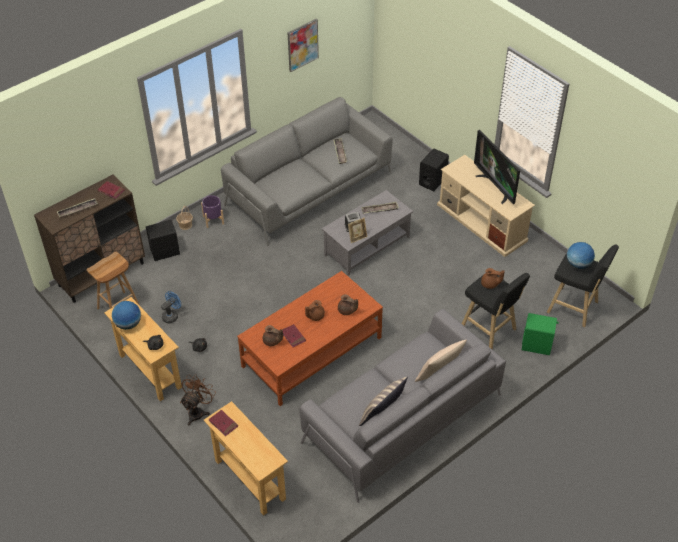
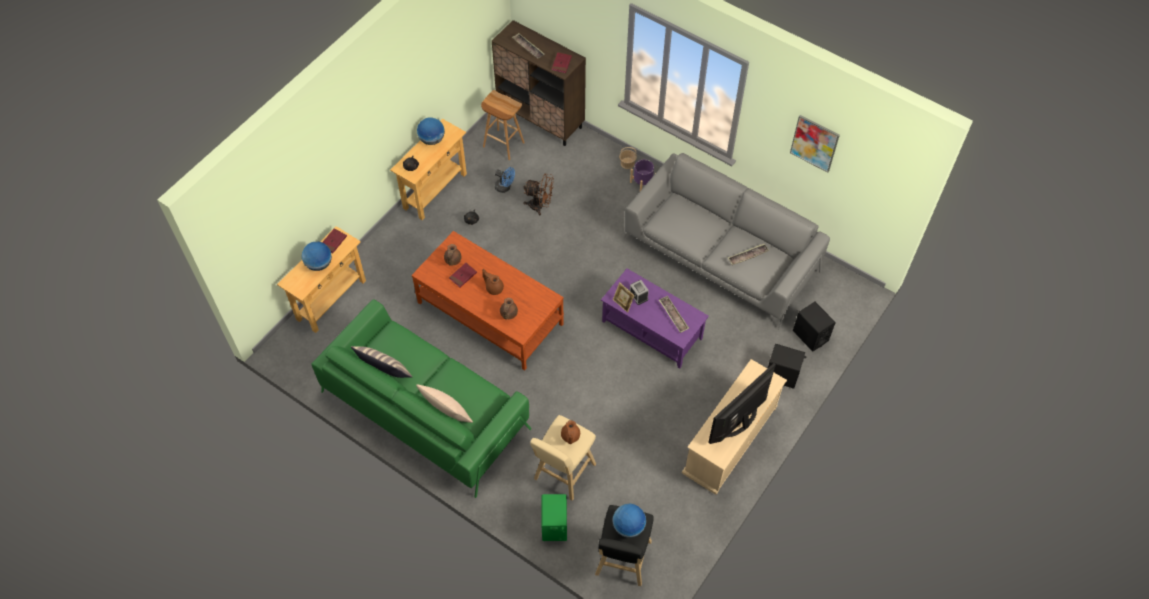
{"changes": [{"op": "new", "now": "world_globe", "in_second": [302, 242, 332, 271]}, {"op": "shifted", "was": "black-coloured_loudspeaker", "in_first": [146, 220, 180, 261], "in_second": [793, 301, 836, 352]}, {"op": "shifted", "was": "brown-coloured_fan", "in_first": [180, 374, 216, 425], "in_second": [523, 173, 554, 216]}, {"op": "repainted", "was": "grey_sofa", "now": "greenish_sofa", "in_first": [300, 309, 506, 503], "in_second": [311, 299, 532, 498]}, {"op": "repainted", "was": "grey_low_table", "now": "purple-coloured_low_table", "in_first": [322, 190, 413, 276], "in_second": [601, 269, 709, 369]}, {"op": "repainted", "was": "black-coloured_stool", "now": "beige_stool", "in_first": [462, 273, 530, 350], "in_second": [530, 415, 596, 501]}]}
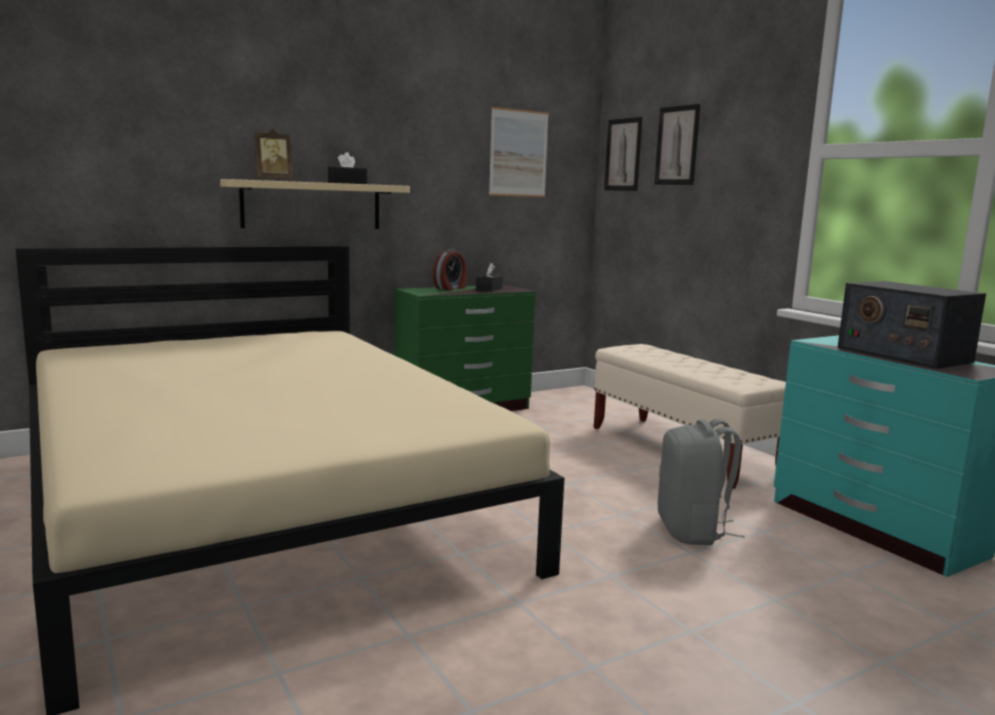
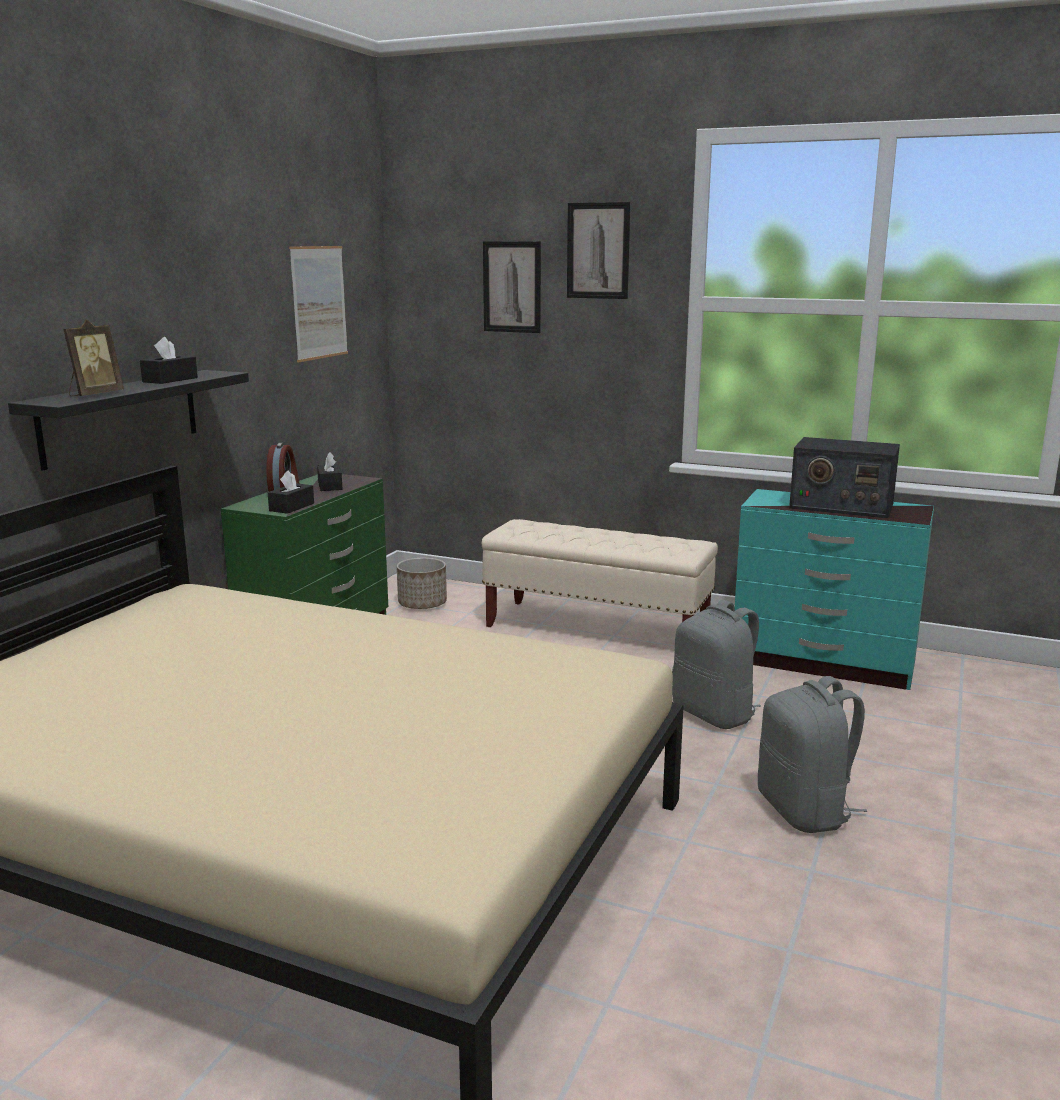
{"changes": [{"op": "new", "now": "black-coloured_tissue_box", "in_second": [268, 470, 314, 514]}, {"op": "new", "now": "planter", "in_second": [397, 558, 447, 609]}, {"op": "new", "now": "grey_knapsack", "in_second": [758, 676, 867, 833]}, {"op": "shifted", "was": "picture", "in_first": [604, 117, 642, 191], "in_second": [567, 202, 630, 299]}, {"op": "repainted", "was": "beige_bracket_shelf", "now": "black-coloured_bracket_shelf", "in_first": [220, 179, 410, 229], "in_second": [8, 370, 249, 471]}]}
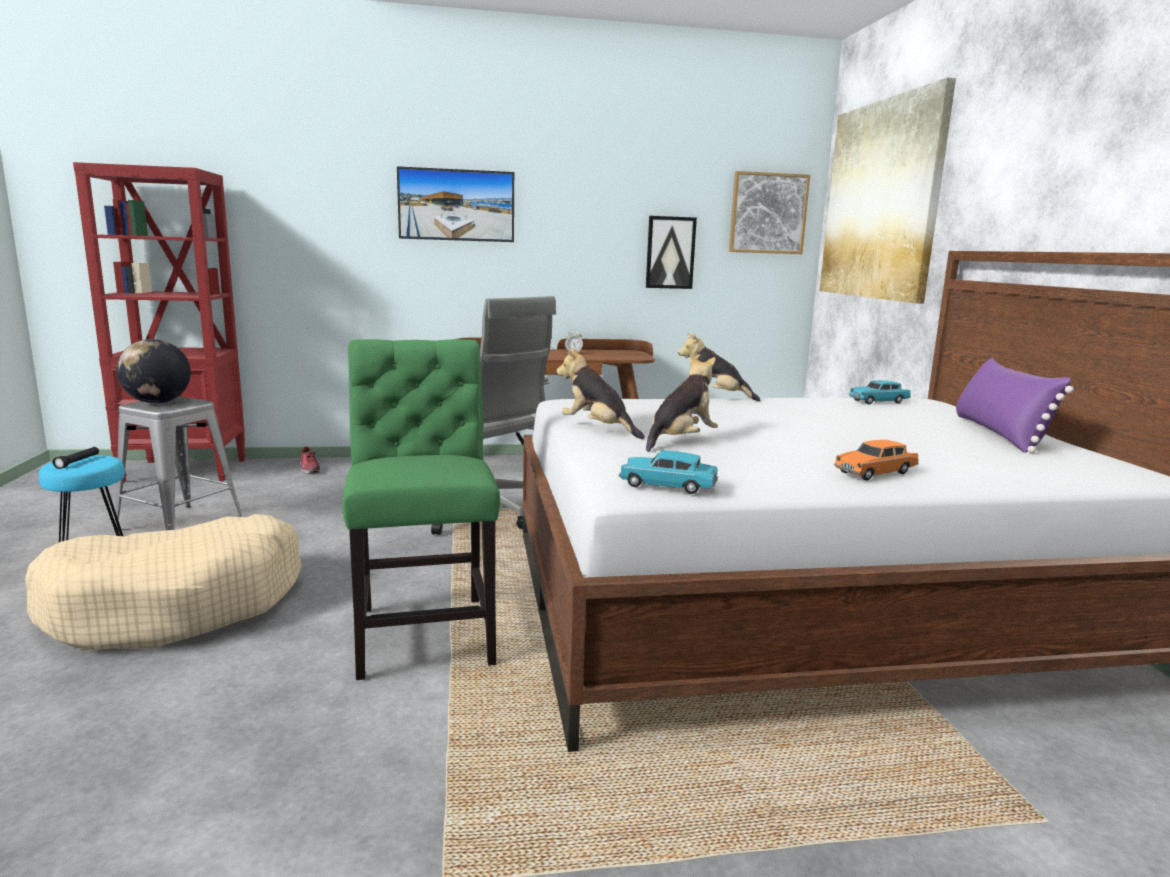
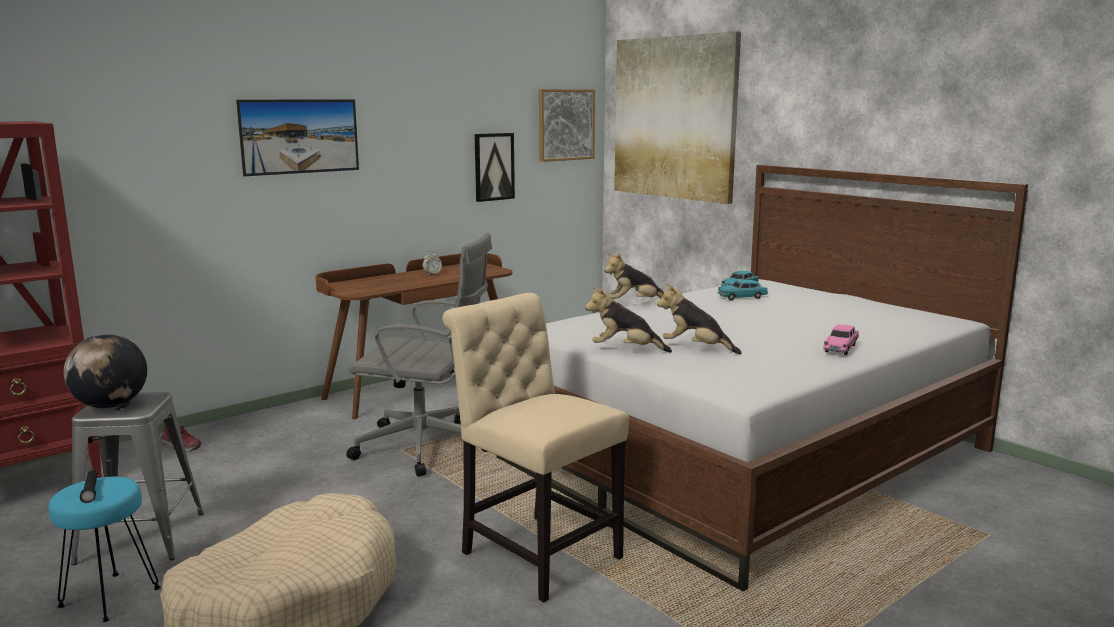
{"changes": [{"op": "gone", "was": "purple-coloured_pillow", "in_first": [956, 358, 1074, 453]}, {"op": "shifted", "was": "turquoise-coloured_model_car", "in_first": [618, 450, 718, 494], "in_second": [717, 280, 768, 300]}, {"op": "repainted", "was": "greenish_chair", "now": "beige_chair", "in_first": [342, 339, 500, 680], "in_second": [443, 293, 629, 603]}, {"op": "repainted", "was": "orange_model_car", "now": "pink-coloured_model_car", "in_first": [834, 440, 919, 481], "in_second": [823, 324, 859, 355]}, {"op": "rotated", "was": "soft_toy", "in_first": [646, 354, 718, 452], "in_second": [657, 283, 742, 354], "clockwise": -75}]}
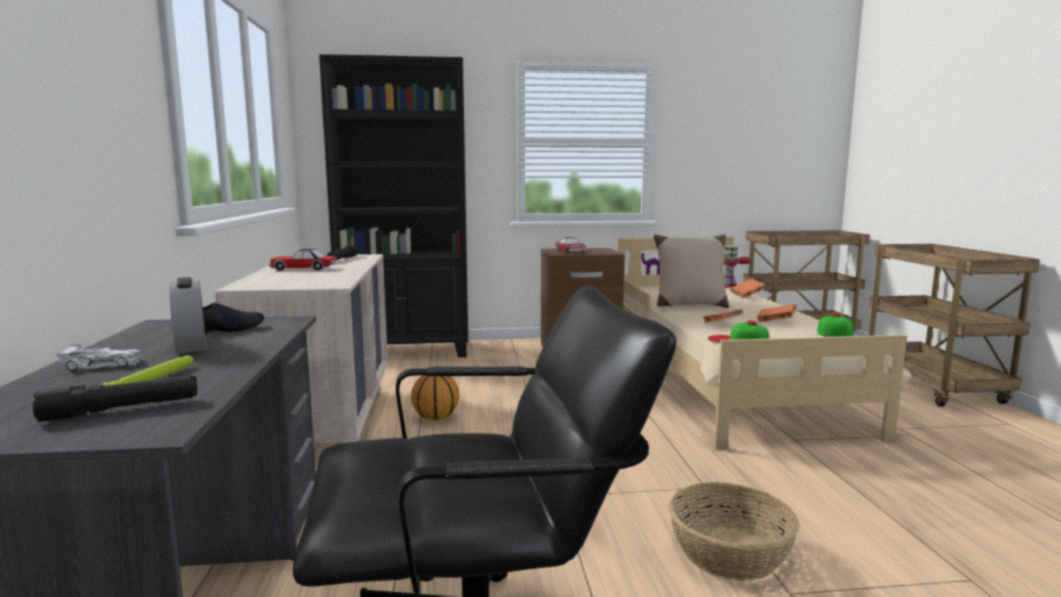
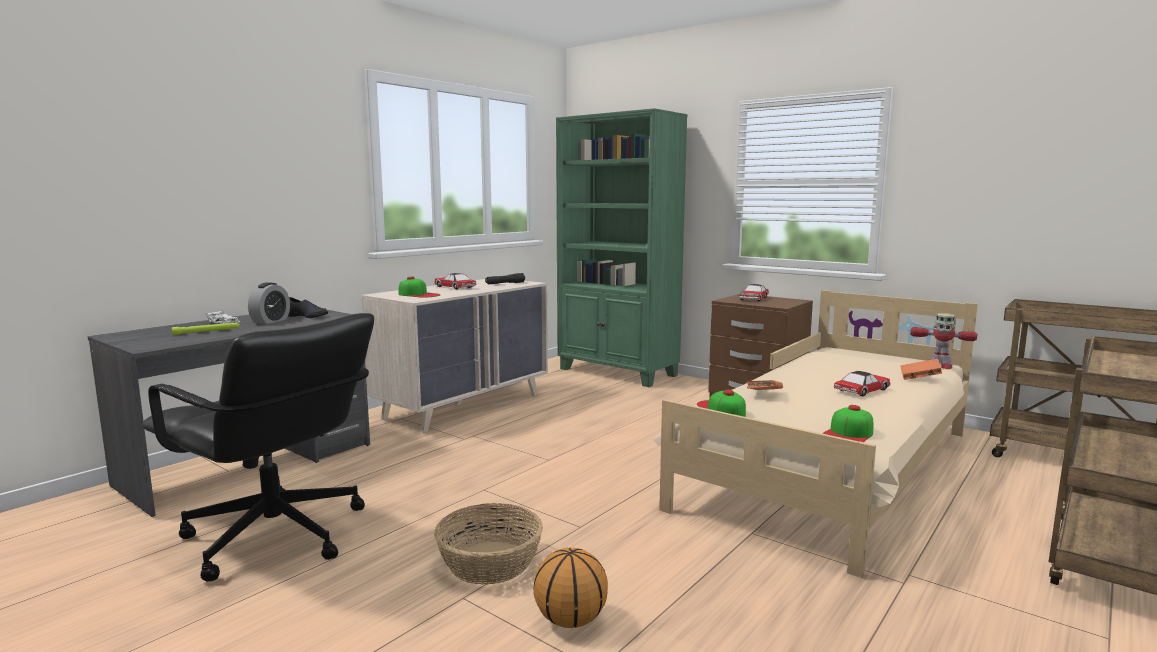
{"changes": [{"op": "gone", "was": "black-coloured_hand_torch", "in_first": [33, 375, 197, 422]}, {"op": "gone", "was": "beige_pillow", "in_first": [654, 234, 729, 308]}, {"op": "gone", "was": "orange_bound_book", "in_first": [757, 304, 797, 322]}, {"op": "new", "now": "peaked_cap", "in_second": [398, 277, 440, 298]}, {"op": "new", "now": "model_car", "in_second": [834, 371, 891, 397]}, {"op": "shifted", "was": "basketball", "in_first": [411, 375, 459, 420], "in_second": [533, 548, 608, 628]}, {"op": "repainted", "was": "black-coloured_shelving_unit", "now": "greenish_shelving_unit", "in_first": [319, 54, 468, 357], "in_second": [556, 108, 688, 387]}]}
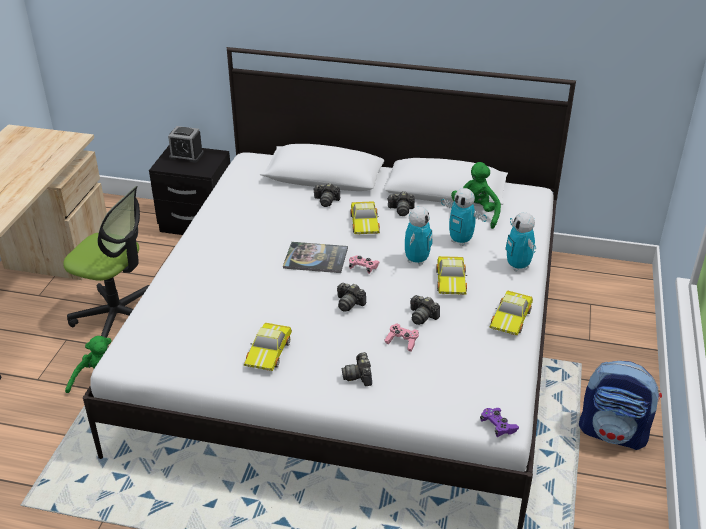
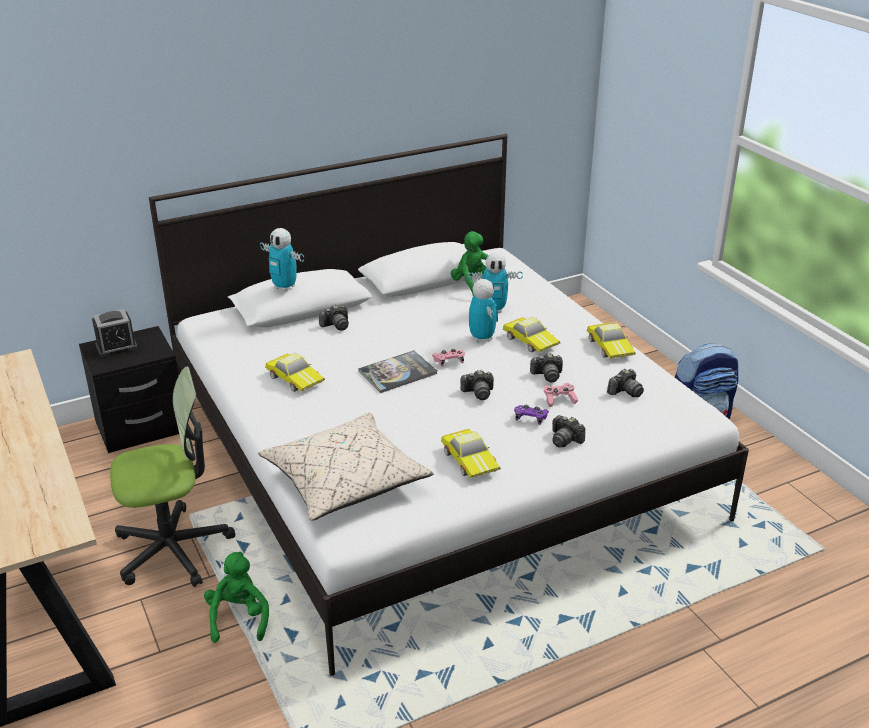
{"changes": [{"op": "new", "now": "beige_pillow", "in_second": [258, 413, 434, 521]}, {"op": "shifted", "was": "model_car", "in_first": [350, 201, 380, 234], "in_second": [266, 353, 325, 392]}, {"op": "shifted", "was": "photo_camera", "in_first": [387, 192, 415, 216], "in_second": [607, 369, 644, 398]}, {"op": "shifted", "was": "purple-coloured_joypad", "in_first": [480, 408, 519, 437], "in_second": [514, 405, 549, 425]}, {"op": "shifted", "was": "toy_robot", "in_first": [505, 212, 536, 271], "in_second": [260, 228, 304, 291]}]}
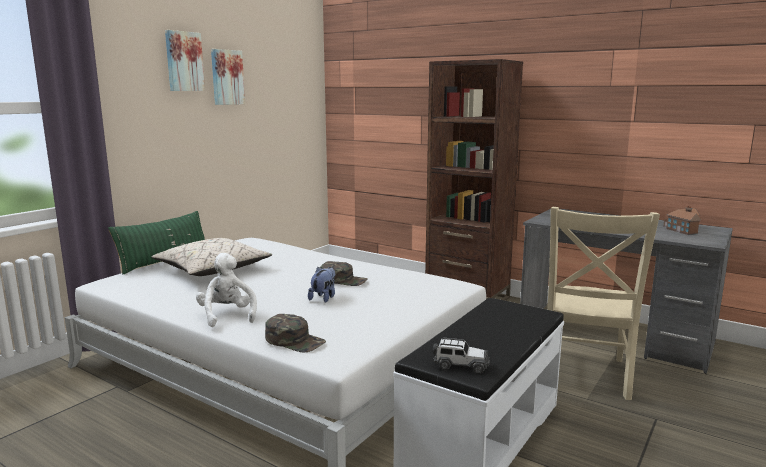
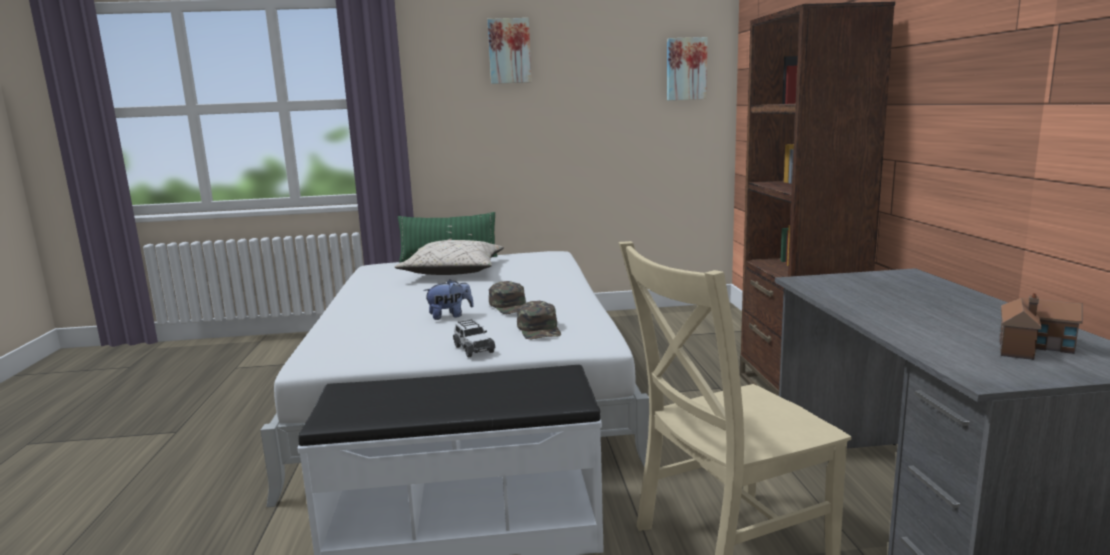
{"changes": [{"op": "gone", "was": "white-coloured_soft_toy", "in_first": [196, 253, 257, 327]}, {"op": "shifted", "was": "picture", "in_first": [211, 49, 245, 105], "in_second": [667, 37, 707, 101]}, {"op": "shifted", "was": "greenish_peaked_cap", "in_first": [265, 314, 326, 353], "in_second": [517, 301, 561, 339]}, {"op": "shifted", "was": "model_car", "in_first": [433, 338, 490, 374], "in_second": [453, 319, 496, 357]}]}
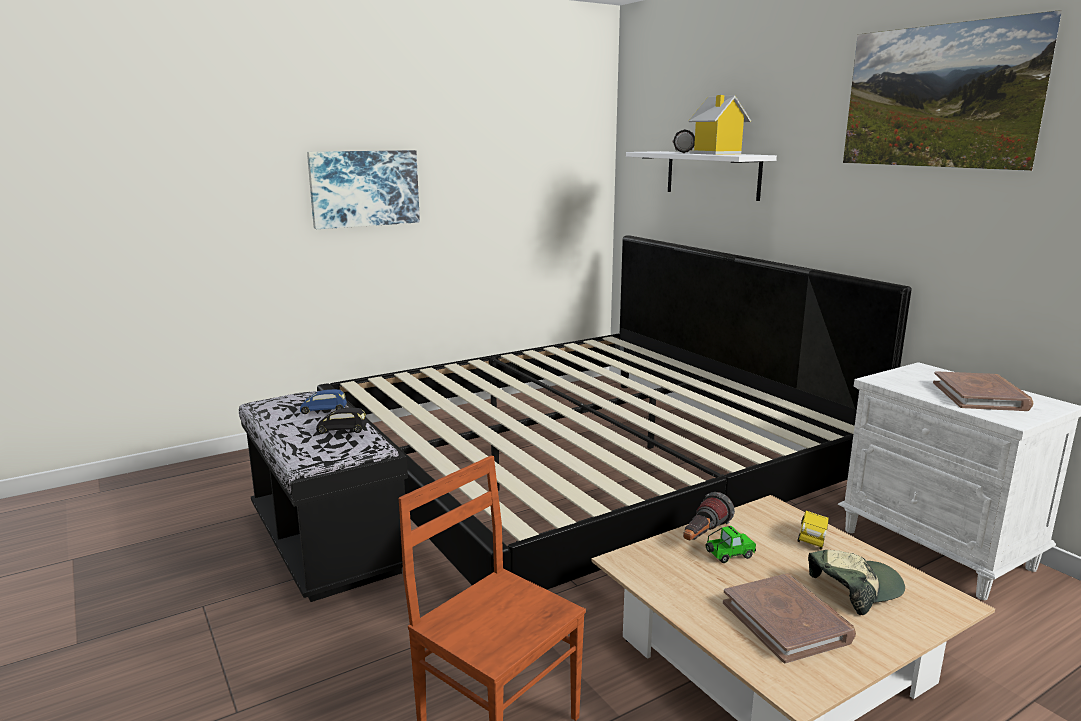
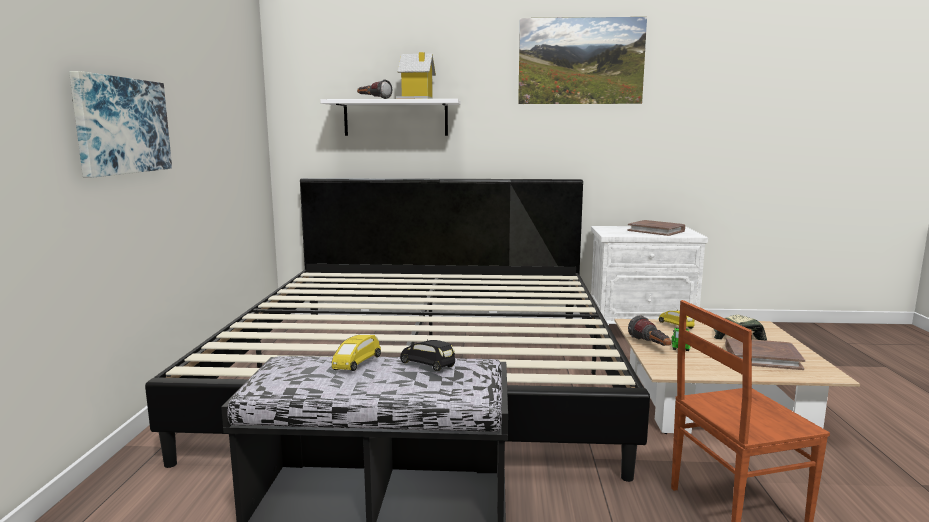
{"changes": [{"op": "repainted", "was": "blue_model_car", "now": "yellow-coloured_model_car", "in_first": [300, 389, 347, 414], "in_second": [332, 335, 381, 371]}, {"op": "rotated", "was": "black-coloured_model_car", "in_first": [316, 408, 367, 434], "in_second": [400, 340, 455, 371], "clockwise": 90}]}
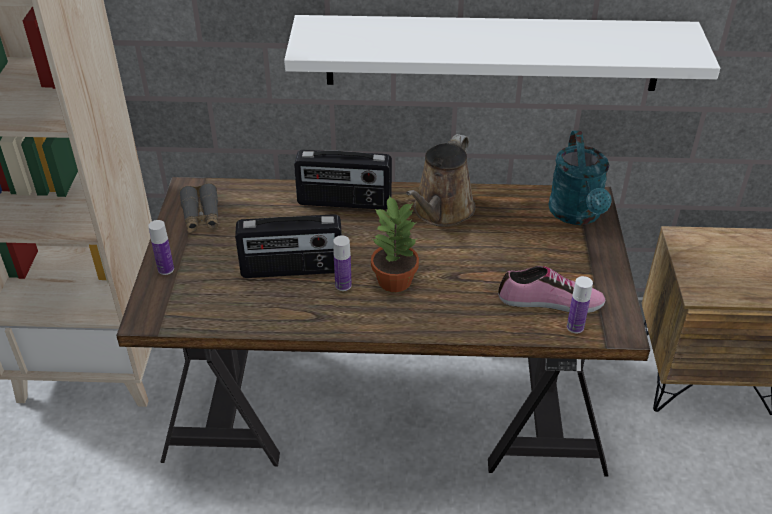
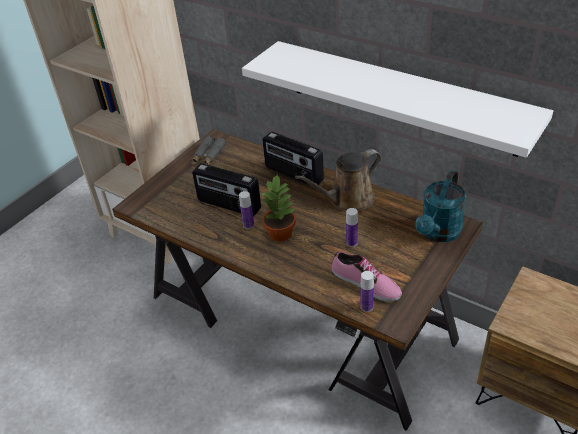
{"changes": [{"op": "shifted", "was": "drink_bottle", "in_first": [148, 220, 174, 275], "in_second": [346, 208, 358, 247]}]}
